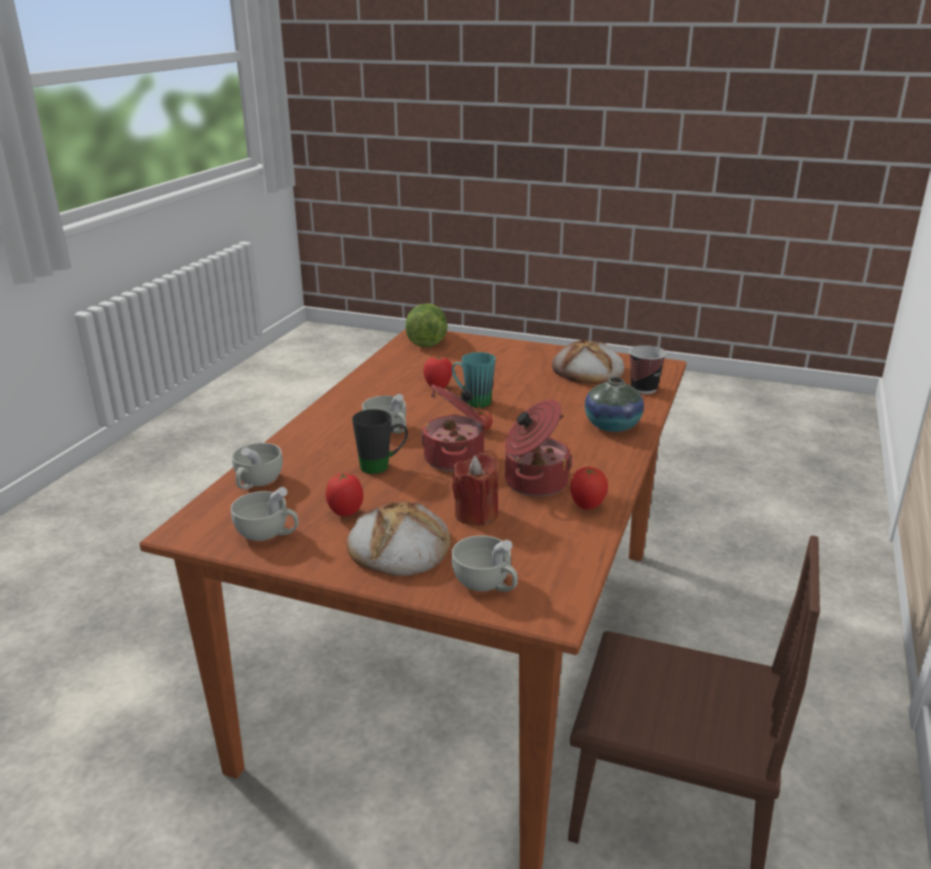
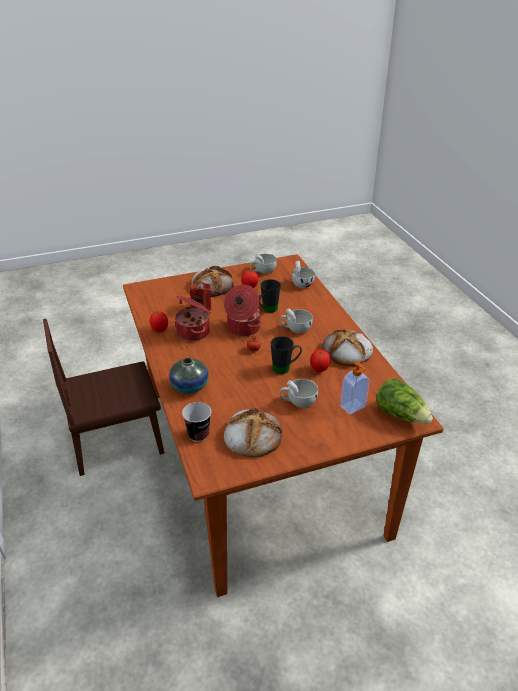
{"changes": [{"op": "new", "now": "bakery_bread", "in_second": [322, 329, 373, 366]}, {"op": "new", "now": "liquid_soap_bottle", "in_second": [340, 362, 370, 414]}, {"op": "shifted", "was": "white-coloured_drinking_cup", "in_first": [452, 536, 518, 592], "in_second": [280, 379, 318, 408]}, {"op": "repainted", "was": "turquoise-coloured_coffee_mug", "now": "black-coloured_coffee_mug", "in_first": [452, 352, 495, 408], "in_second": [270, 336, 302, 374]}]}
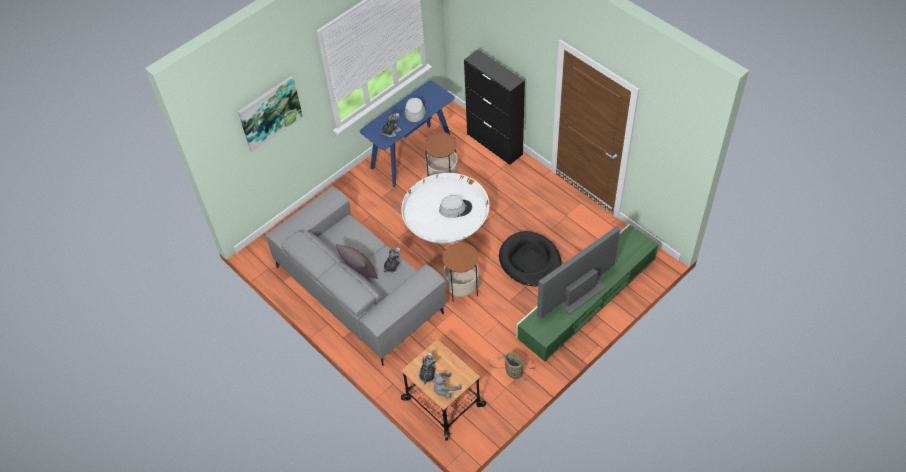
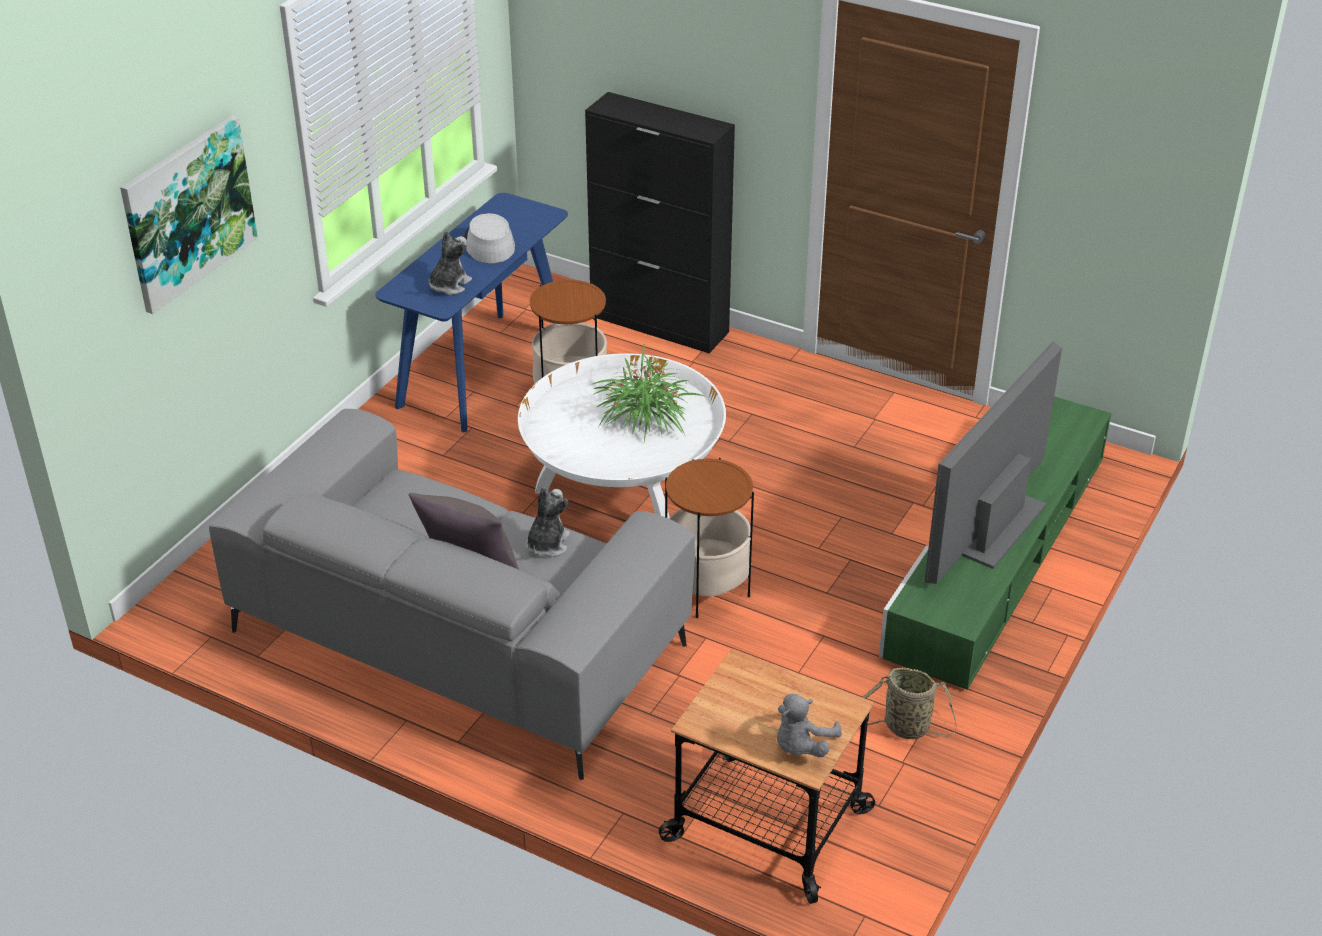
{"changes": [{"op": "gone", "was": "soft_toy", "in_first": [418, 353, 437, 384]}, {"op": "gone", "was": "black-coloured_dog_bed", "in_first": [499, 231, 562, 286]}, {"op": "swapped", "was": "grey_clothing_hat", "now": "houseplant", "in_first": [439, 195, 472, 218], "in_second": [591, 343, 703, 442]}]}
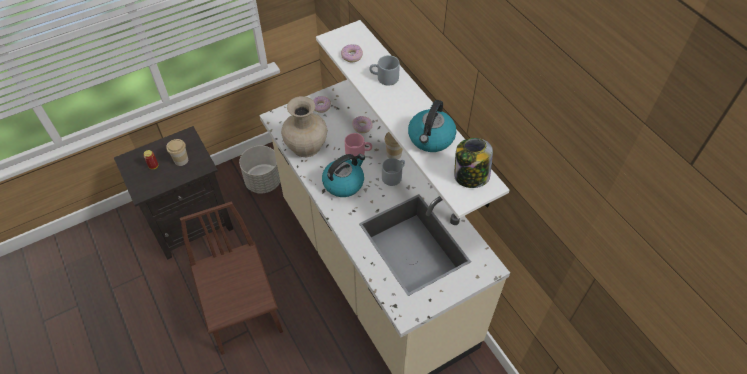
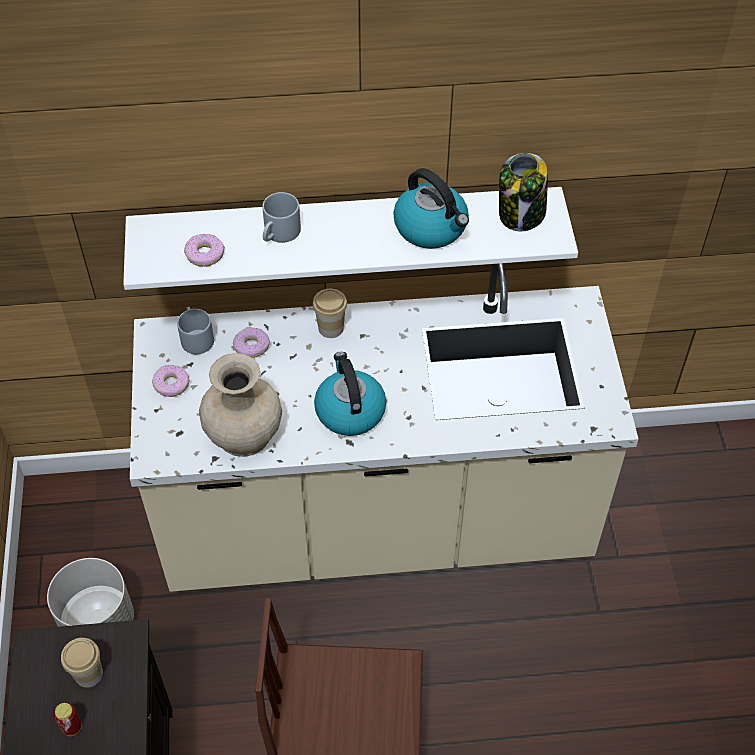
{"changes": [{"op": "gone", "was": "pink-coloured_coffee_mug", "in_first": [345, 133, 372, 156]}, {"op": "shifted", "was": "grey_coffee_mug", "in_first": [382, 158, 405, 186], "in_second": [177, 307, 214, 354]}]}
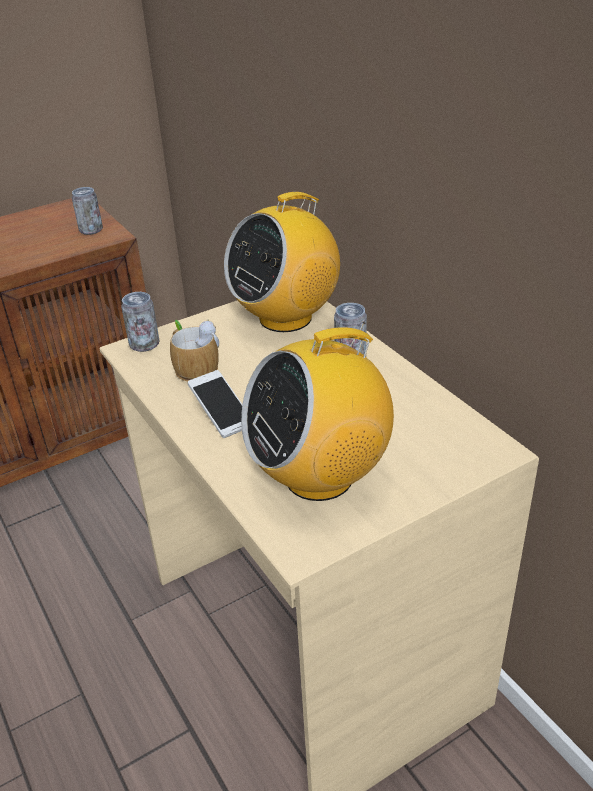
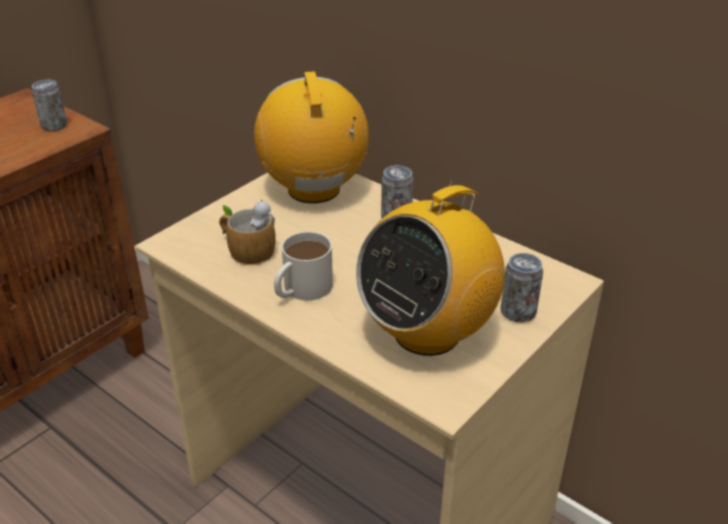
{"changes": [{"op": "shifted", "was": "sealed_can", "in_first": [121, 292, 160, 352], "in_second": [501, 253, 543, 322]}, {"op": "swapped", "was": "phone", "now": "white-coloured_coffee_mug", "in_first": [188, 370, 242, 438], "in_second": [274, 232, 333, 301]}, {"op": "rotated", "was": "radio_set", "in_first": [224, 192, 340, 332], "in_second": [254, 71, 369, 203], "clockwise": 135}]}
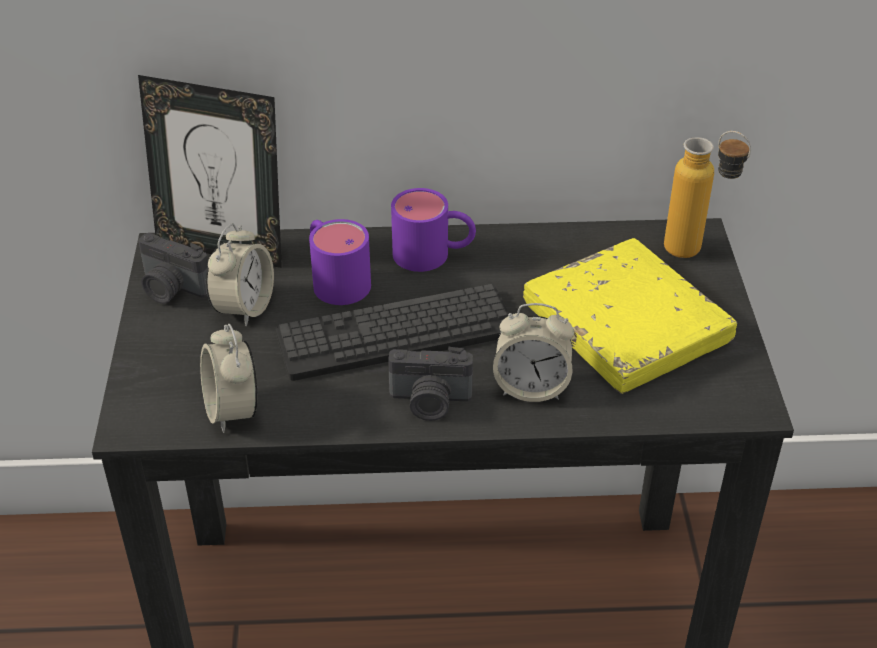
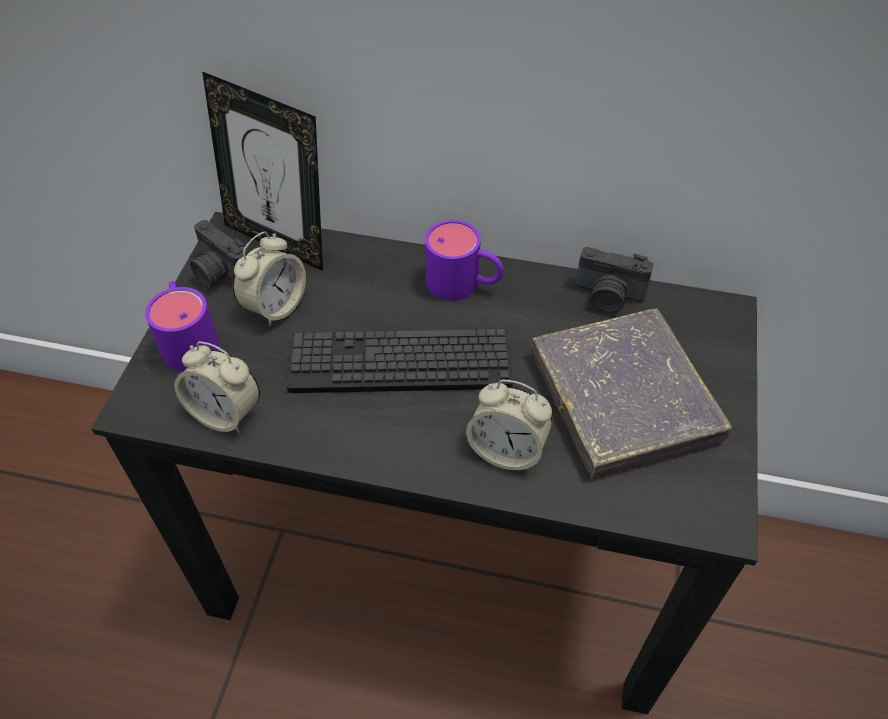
{"changes": [{"op": "gone", "was": "drink_bottle", "in_first": [664, 131, 751, 258]}, {"op": "shifted", "was": "purple-coloured_coffee_mug", "in_first": [309, 219, 371, 305], "in_second": [145, 281, 220, 372]}, {"op": "shifted", "was": "photo_camera", "in_first": [388, 347, 473, 421], "in_second": [575, 247, 654, 313]}, {"op": "repainted", "was": "yellow-coloured_bound_book", "now": "grey_bound_book", "in_first": [523, 238, 737, 394], "in_second": [531, 309, 732, 479]}, {"op": "rotated", "was": "table_clock", "in_first": [200, 324, 258, 433], "in_second": [174, 341, 260, 433], "clockwise": -60}]}
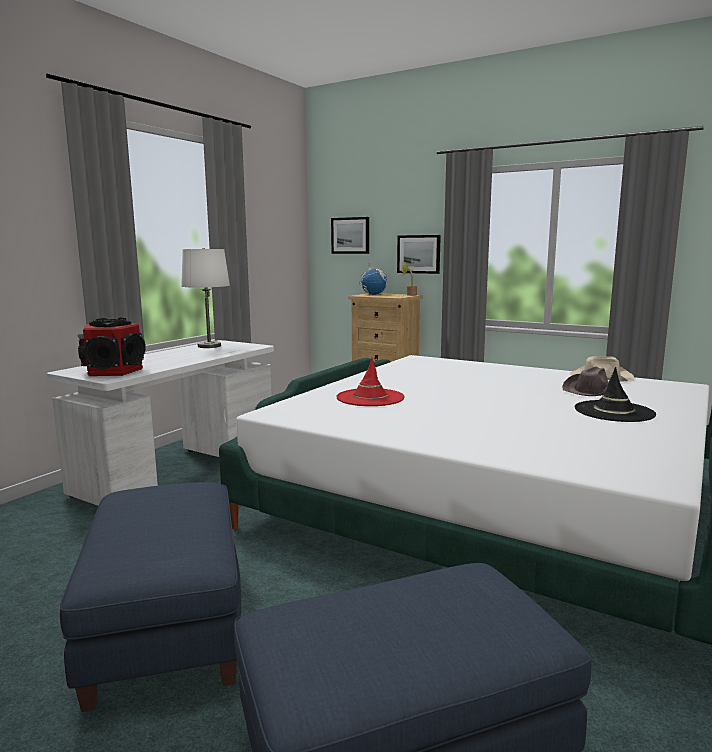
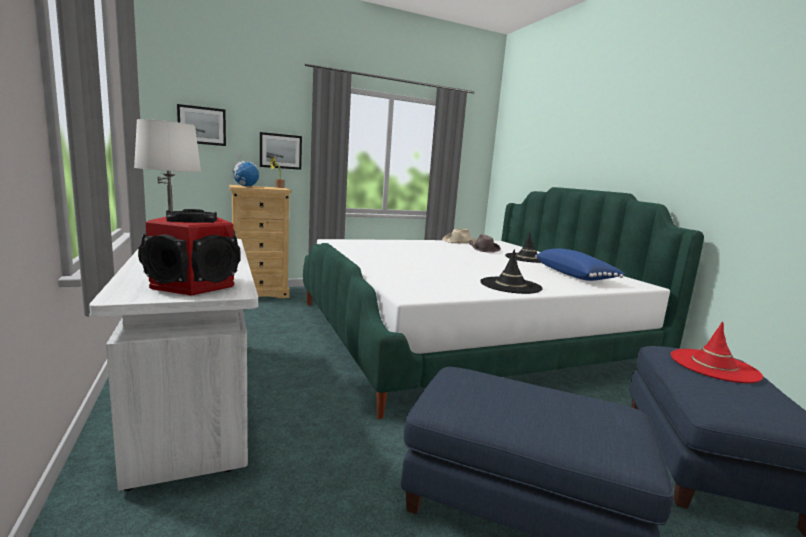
{"changes": [{"op": "new", "now": "black-coloured_clothing_hat", "in_second": [480, 249, 542, 294]}, {"op": "new", "now": "blue_pillow", "in_second": [535, 249, 624, 281]}, {"op": "shifted", "was": "red-coloured_clothing_hat", "in_first": [336, 357, 405, 406], "in_second": [671, 321, 763, 383]}]}
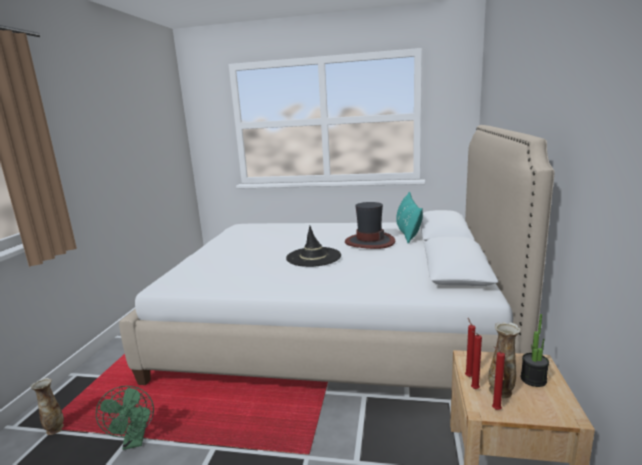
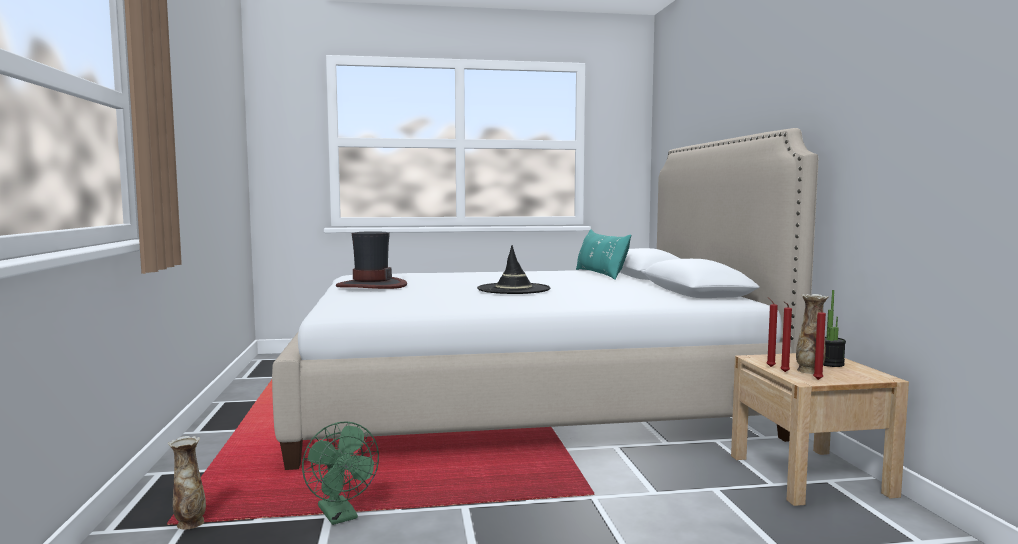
{"changes": [{"op": "shifted", "was": "clothing_hat", "in_first": [345, 202, 395, 249], "in_second": [336, 231, 407, 289]}]}
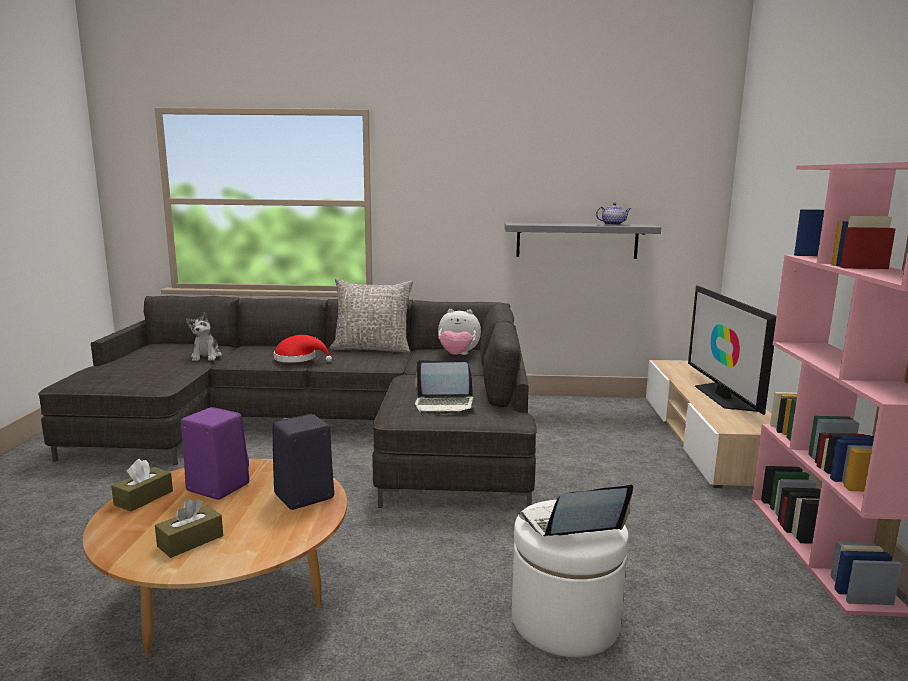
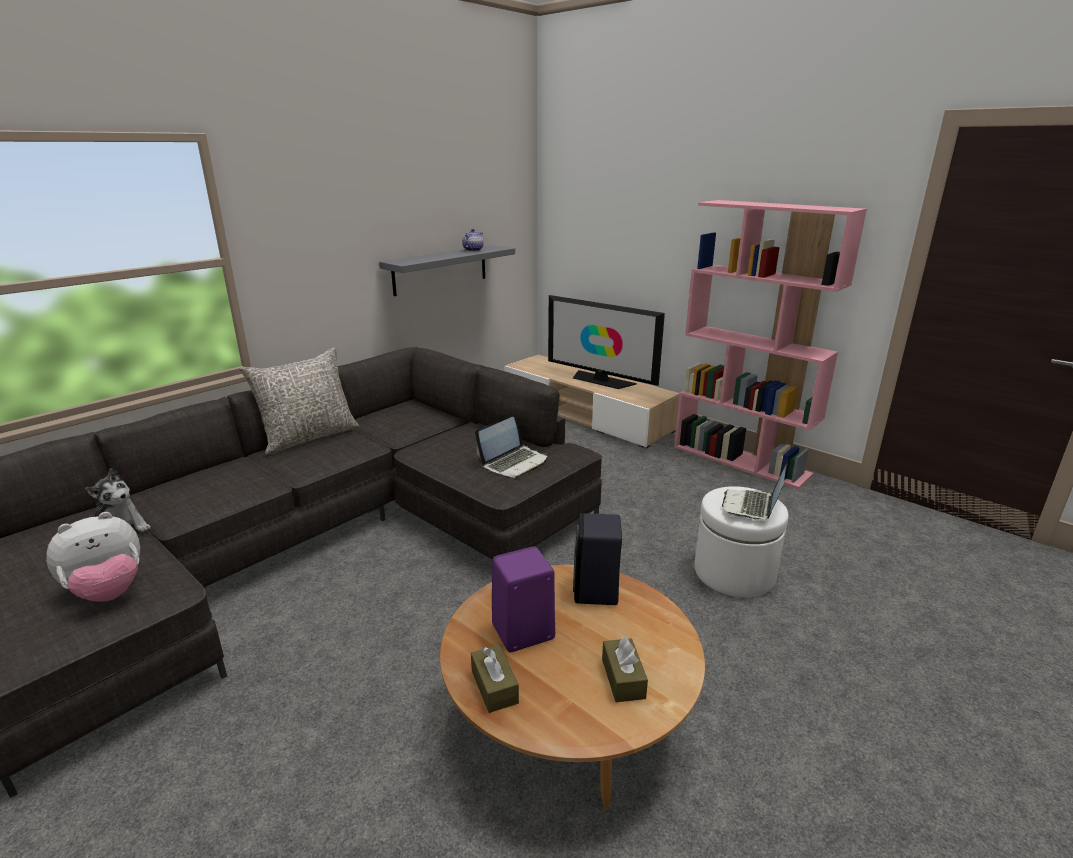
{"changes": [{"op": "gone", "was": "red-coloured_clothing_hat", "in_first": [274, 335, 332, 363]}, {"op": "shifted", "was": "soft_toy", "in_first": [438, 309, 481, 355], "in_second": [46, 512, 140, 602]}]}
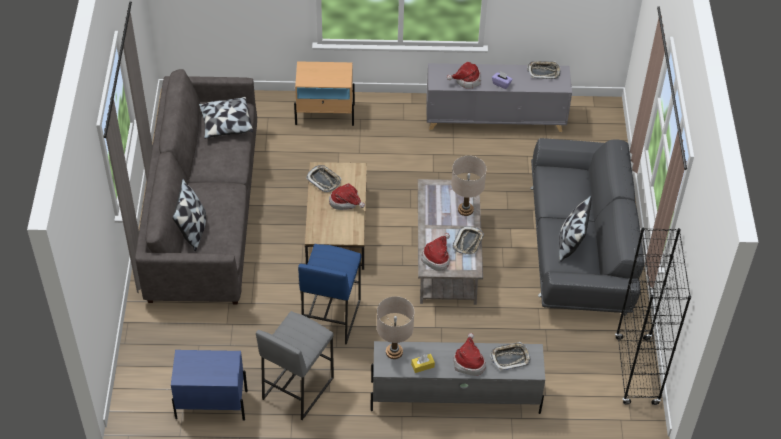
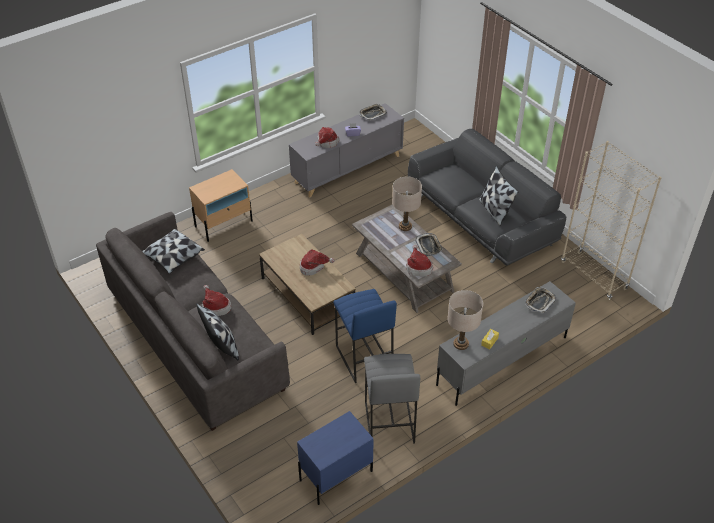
{"changes": [{"op": "gone", "was": "carrying_tray", "in_first": [306, 165, 341, 192]}, {"op": "shifted", "was": "clothing_hat", "in_first": [454, 333, 486, 376], "in_second": [202, 285, 231, 316]}, {"op": "repainted", "was": "black-coloured_shelving_unit", "now": "beige_shelving_unit", "in_first": [615, 228, 691, 405], "in_second": [561, 141, 662, 300]}]}
